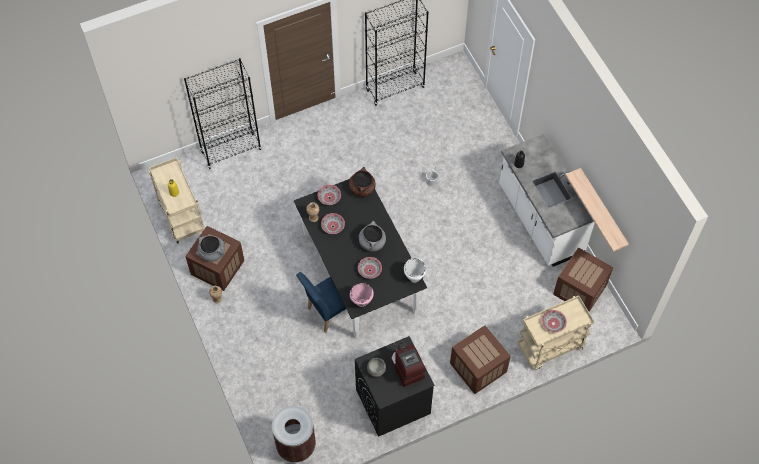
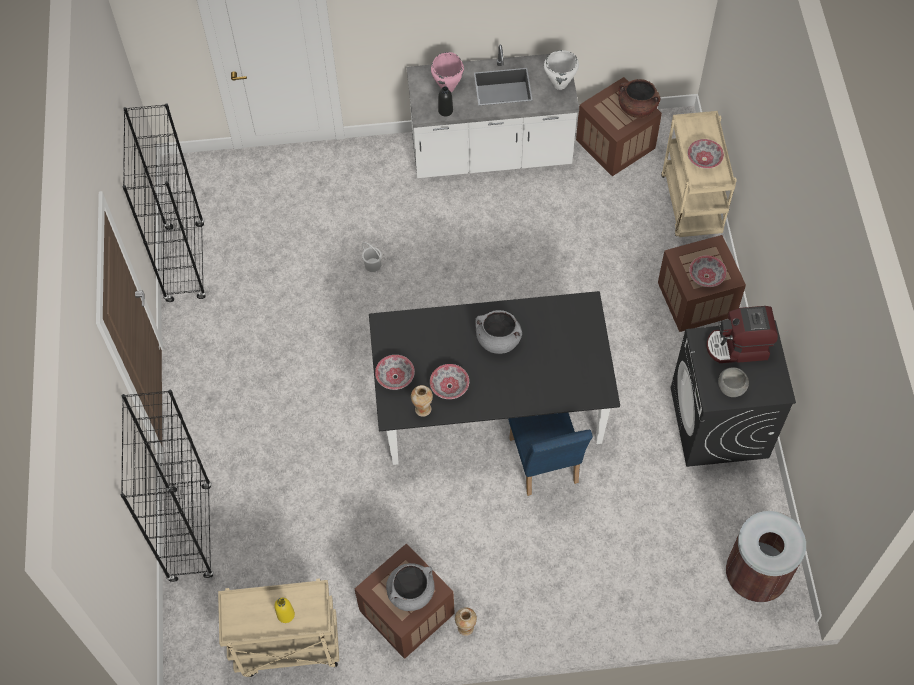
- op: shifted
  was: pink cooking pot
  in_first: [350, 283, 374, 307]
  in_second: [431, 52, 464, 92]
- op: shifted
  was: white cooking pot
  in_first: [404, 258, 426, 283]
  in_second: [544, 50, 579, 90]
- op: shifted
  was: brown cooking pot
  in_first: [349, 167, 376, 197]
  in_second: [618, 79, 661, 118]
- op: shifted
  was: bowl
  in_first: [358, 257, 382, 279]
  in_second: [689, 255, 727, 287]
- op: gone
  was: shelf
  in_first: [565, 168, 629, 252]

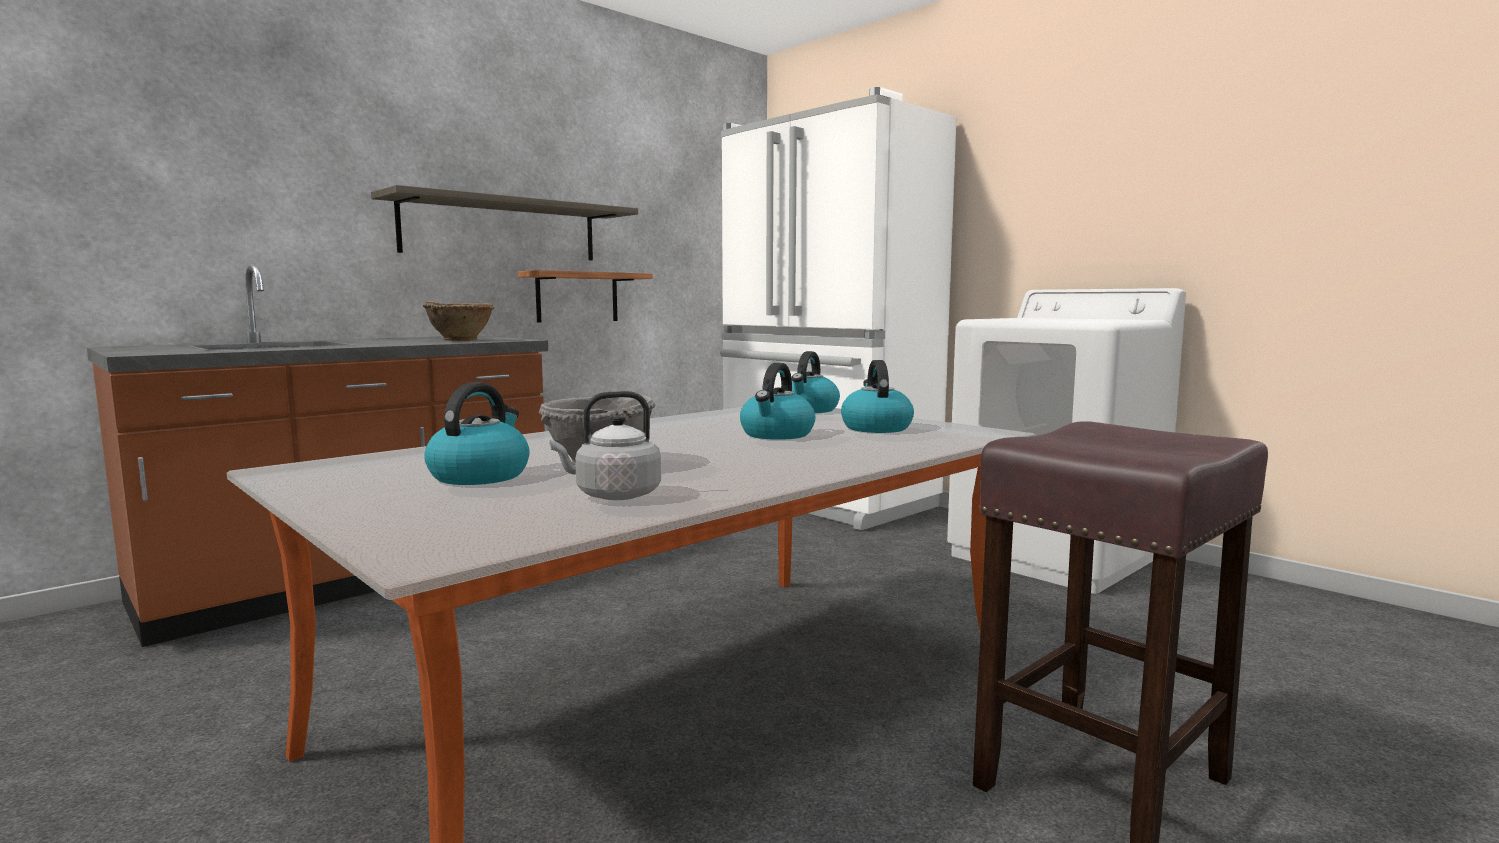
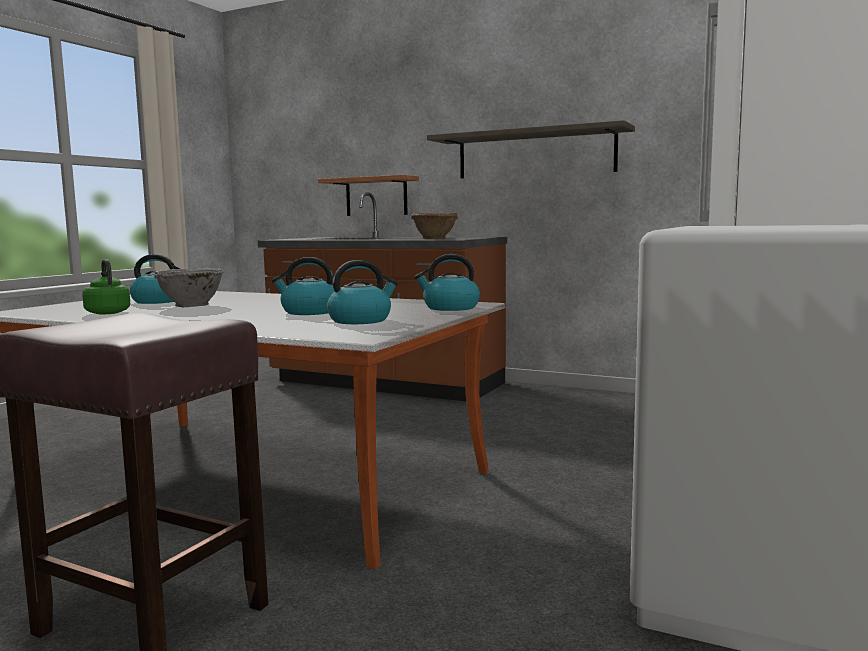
- op: repainted
  was: grey kettle
  now: green kettle
  in_first: [550, 391, 661, 500]
  in_second: [82, 259, 130, 315]
- op: shifted
  was: shelf
  in_first: [518, 270, 653, 322]
  in_second: [318, 175, 419, 216]

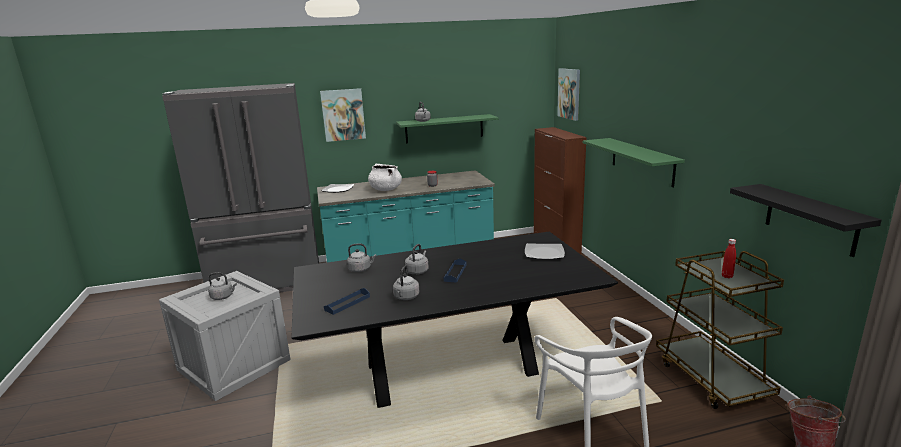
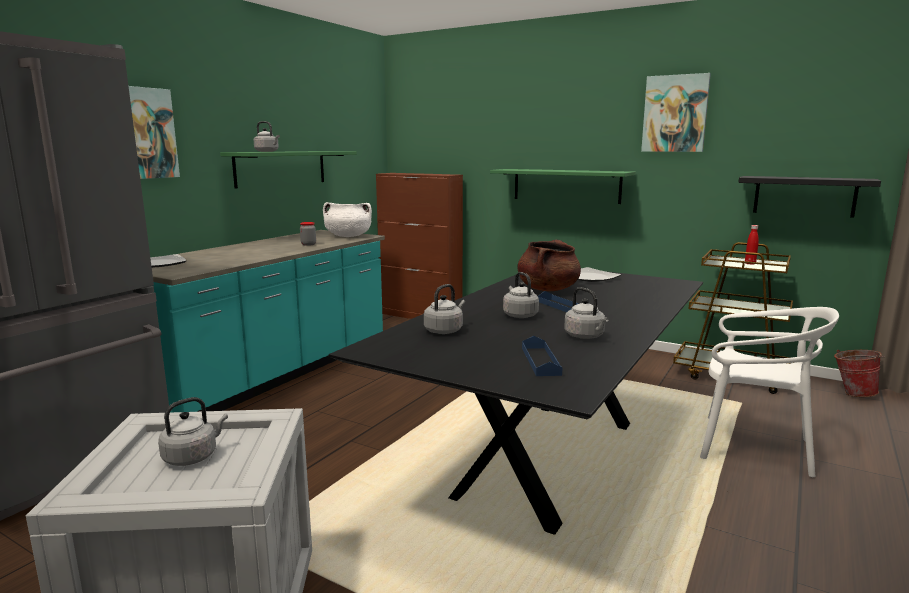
- op: shifted
  was: white cooking pot
  in_first: [368, 164, 402, 191]
  in_second: [323, 202, 372, 237]
- op: new
  now: brown cooking pot
  in_second: [517, 240, 581, 291]
- op: shifted
  was: picture
  in_first: [557, 68, 580, 121]
  in_second: [641, 73, 711, 152]

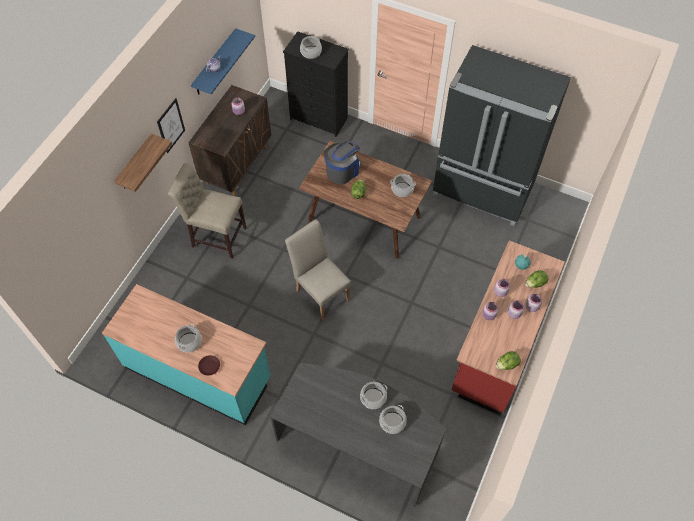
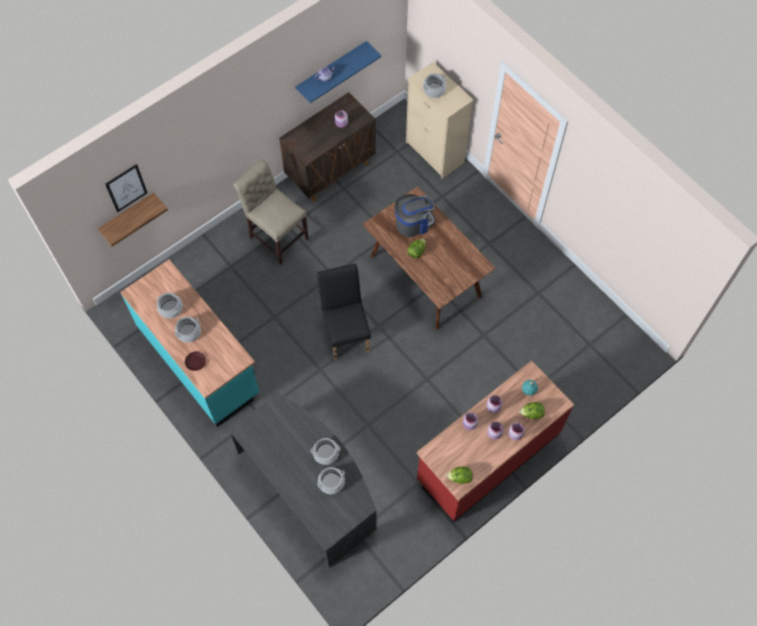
- op: shifted
  was: shelf
  in_first: [114, 133, 172, 192]
  in_second: [98, 192, 168, 247]
- op: shifted
  was: picture
  in_first: [157, 98, 185, 153]
  in_second: [105, 164, 148, 212]
- op: shifted
  was: cooking pot
  in_first: [390, 174, 416, 197]
  in_second: [157, 293, 183, 318]
- op: repainted
  was: beige chair
  now: black chair
  in_first: [285, 219, 351, 320]
  in_second: [317, 264, 371, 360]
- op: repainted
  was: black dresser
  now: beige dresser
  in_first: [283, 31, 349, 137]
  in_second: [406, 62, 474, 179]
- op: gone
  was: black fridge
  in_first: [433, 45, 571, 226]

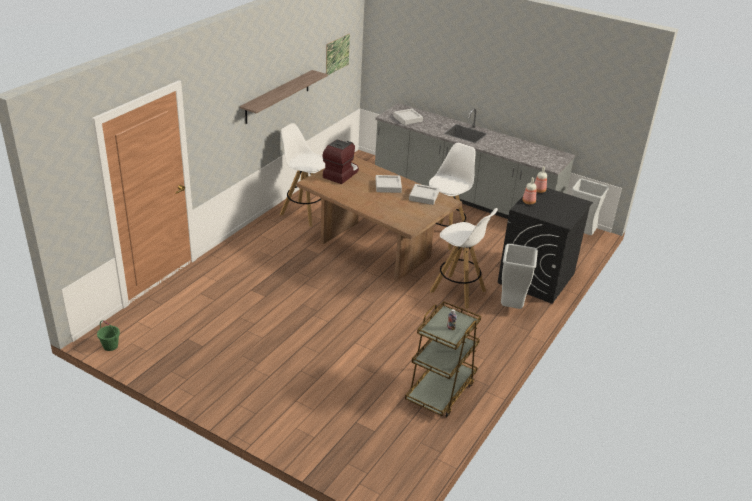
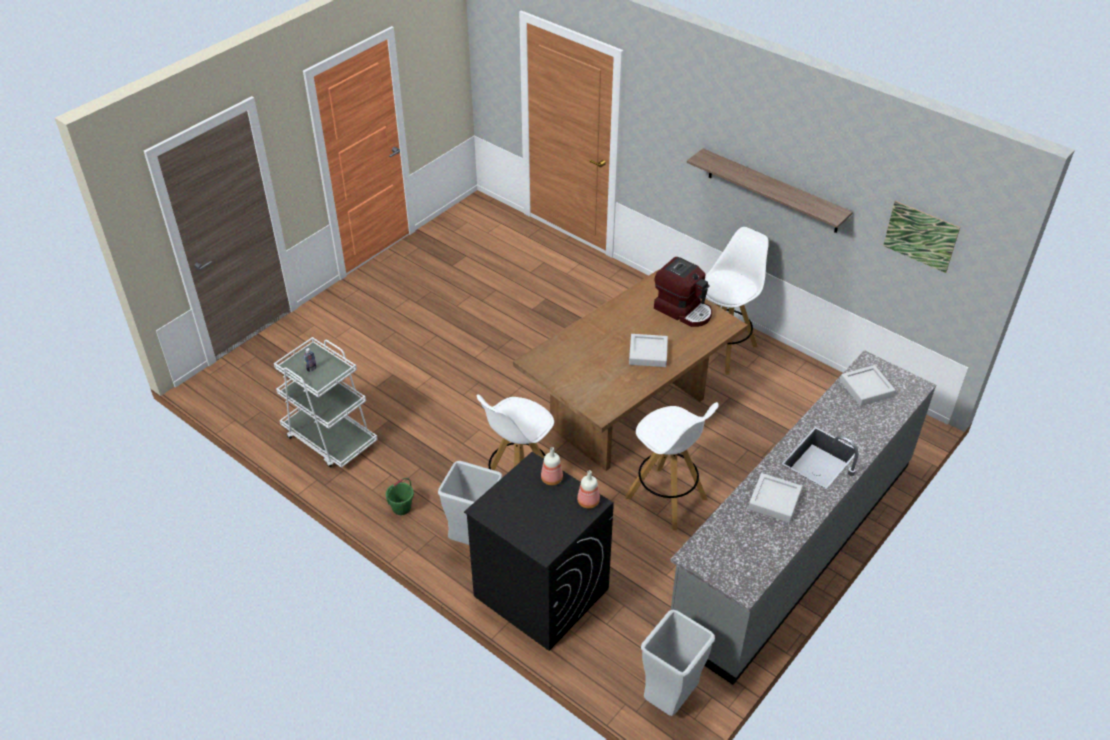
- op: repainted
  was: brown cart
  now: white cart
  in_first: [405, 301, 481, 417]
  in_second: [274, 337, 378, 468]
- op: shifted
  was: green bucket
  in_first: [97, 320, 120, 351]
  in_second: [386, 478, 414, 515]
- op: shifted
  was: grey tray
  in_first: [409, 184, 439, 205]
  in_second: [748, 473, 803, 523]

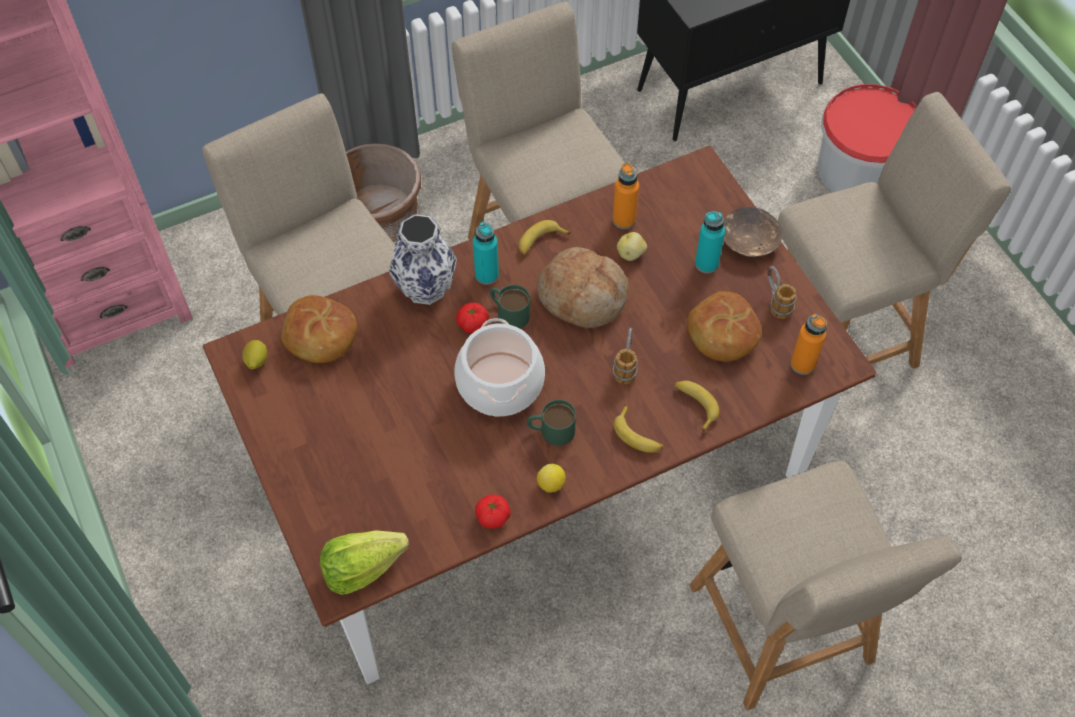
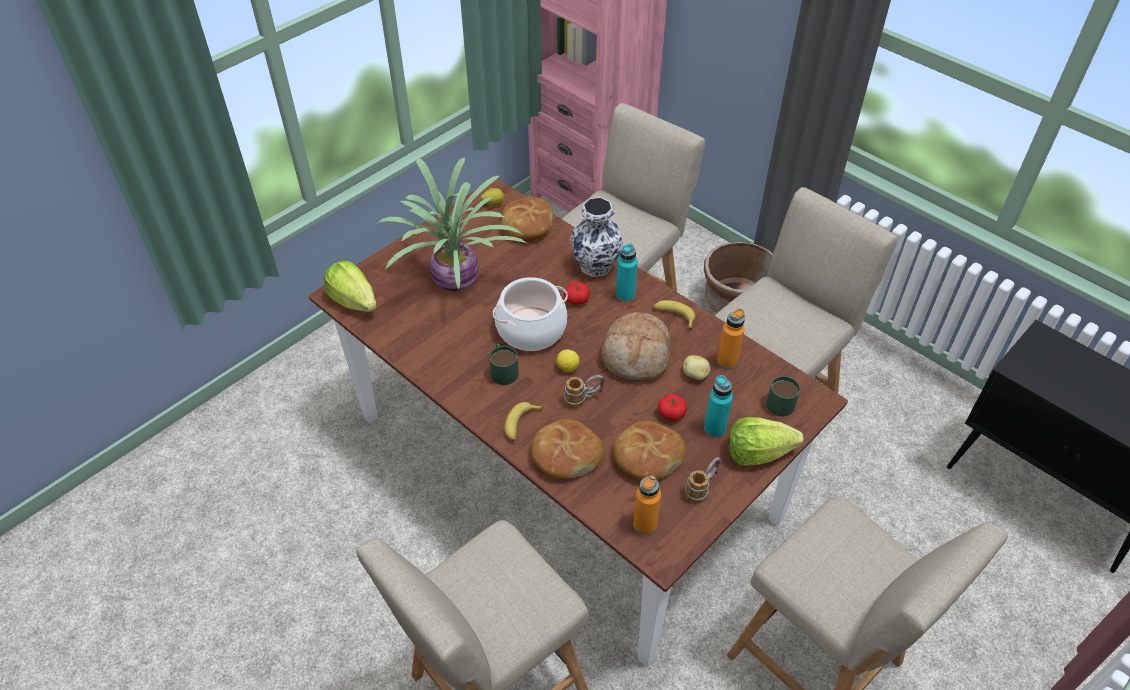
- op: new
  now: potted plant
  in_second: [376, 157, 527, 292]
- op: swapped
  was: banana
  now: bread
  in_first: [675, 381, 719, 432]
  in_second: [531, 419, 604, 479]
- op: shifted
  was: lemon
  in_first: [537, 464, 566, 493]
  in_second: [556, 350, 580, 372]
- op: shifted
  was: tomato
  in_first: [475, 495, 511, 529]
  in_second: [658, 394, 687, 421]
- op: swapped
  was: brown bowl
  now: lettuce
  in_first: [724, 207, 782, 257]
  in_second: [728, 417, 804, 466]
- op: shifted
  was: green mug
  in_first: [490, 285, 530, 328]
  in_second: [766, 373, 800, 416]
- op: gone
  was: bucket
  in_first: [817, 84, 917, 192]

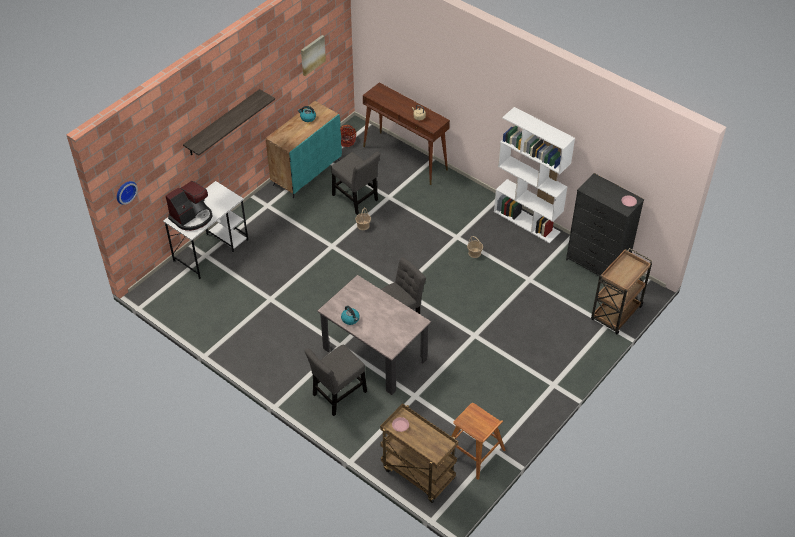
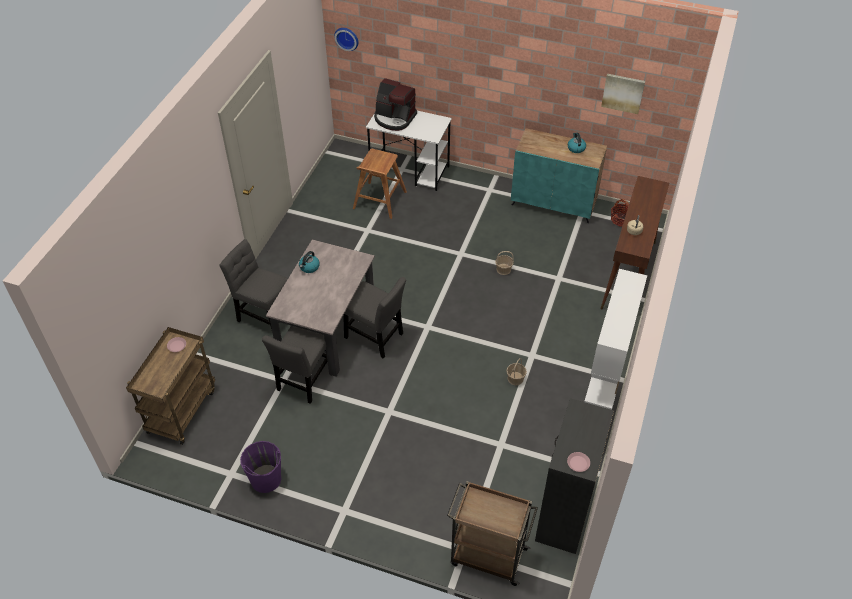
- op: new
  now: purple bucket
  in_second: [240, 441, 281, 493]
- op: shifted
  was: grey chair
  in_first: [331, 151, 380, 215]
  in_second: [262, 326, 327, 404]
- op: shifted
  was: brown stool
  in_first: [451, 403, 505, 480]
  in_second: [353, 149, 407, 219]
- op: gone
  was: shelf
  in_first: [183, 89, 275, 155]

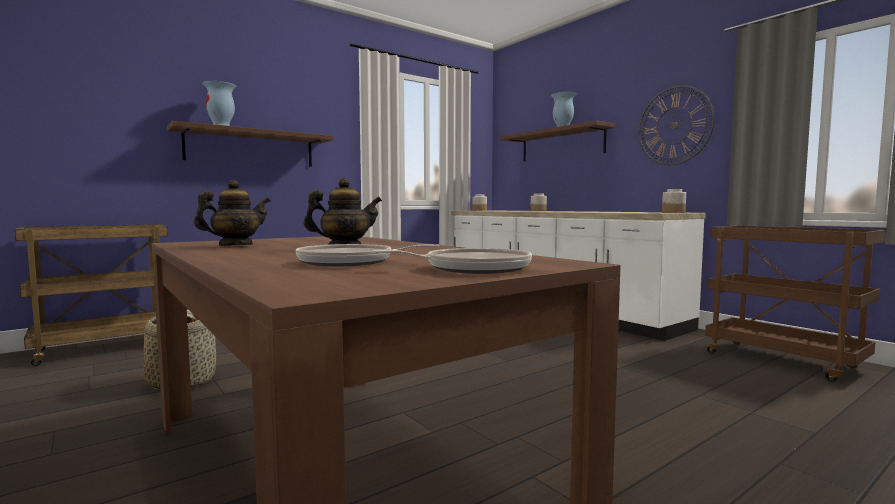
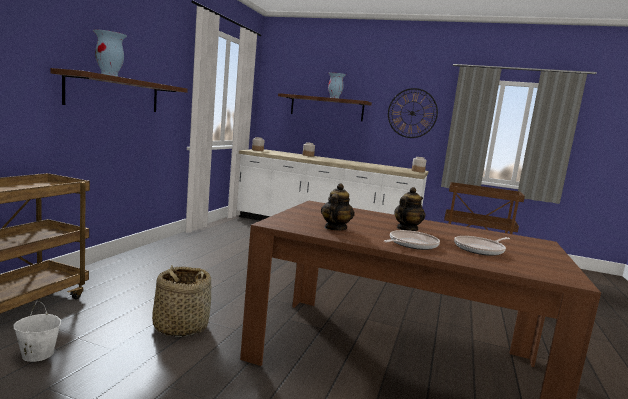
- op: new
  now: white bucket
  in_second: [13, 301, 61, 362]
- op: shifted
  was: frying pan
  in_first: [373, 248, 532, 274]
  in_second: [384, 230, 440, 250]

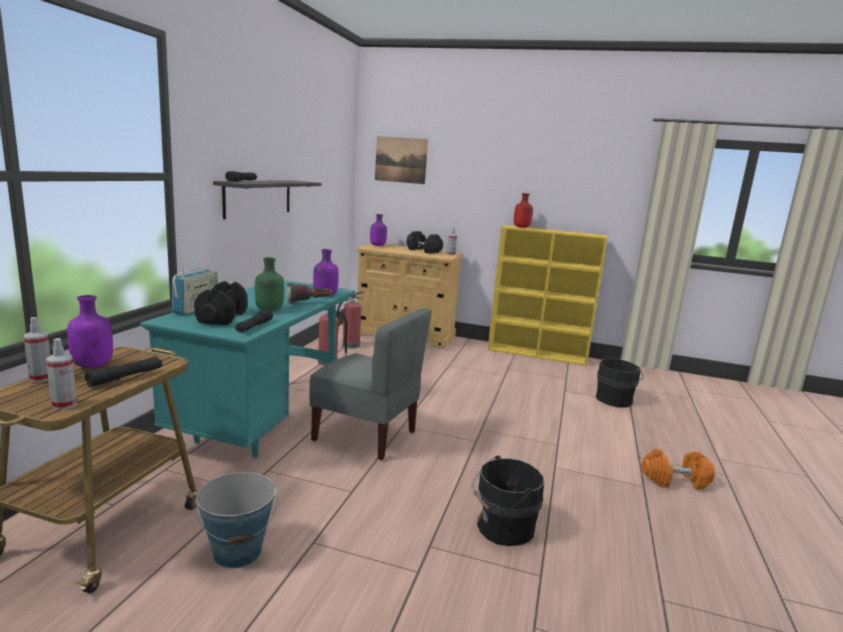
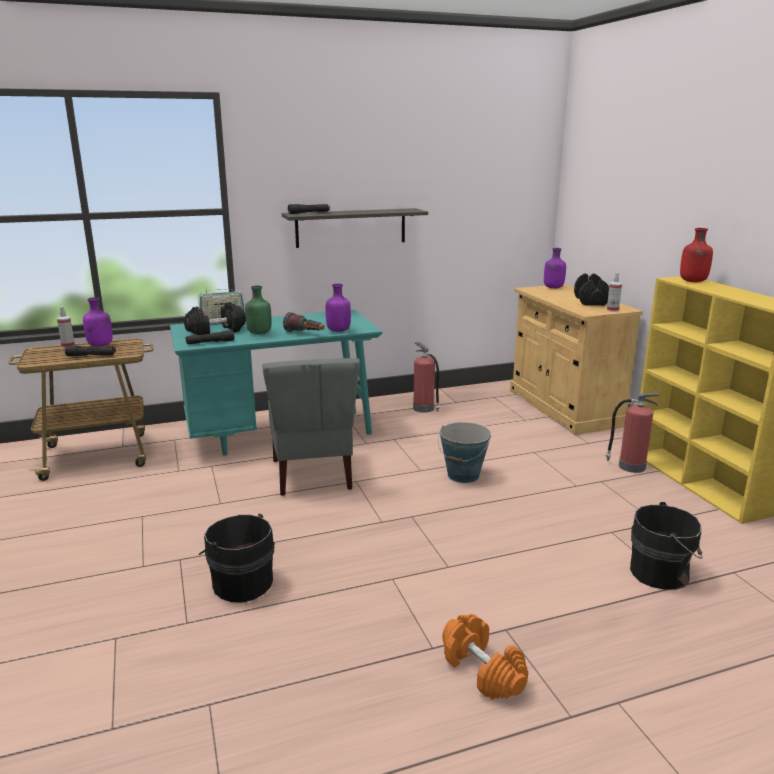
- op: shifted
  was: bucket
  in_first: [195, 472, 278, 569]
  in_second: [438, 422, 491, 483]
- op: shifted
  was: fire extinguisher
  in_first: [337, 291, 364, 349]
  in_second: [606, 393, 660, 473]
- op: gone
  was: spray bottle
  in_first: [46, 338, 77, 410]
- op: gone
  was: picture
  in_first: [375, 136, 428, 184]

